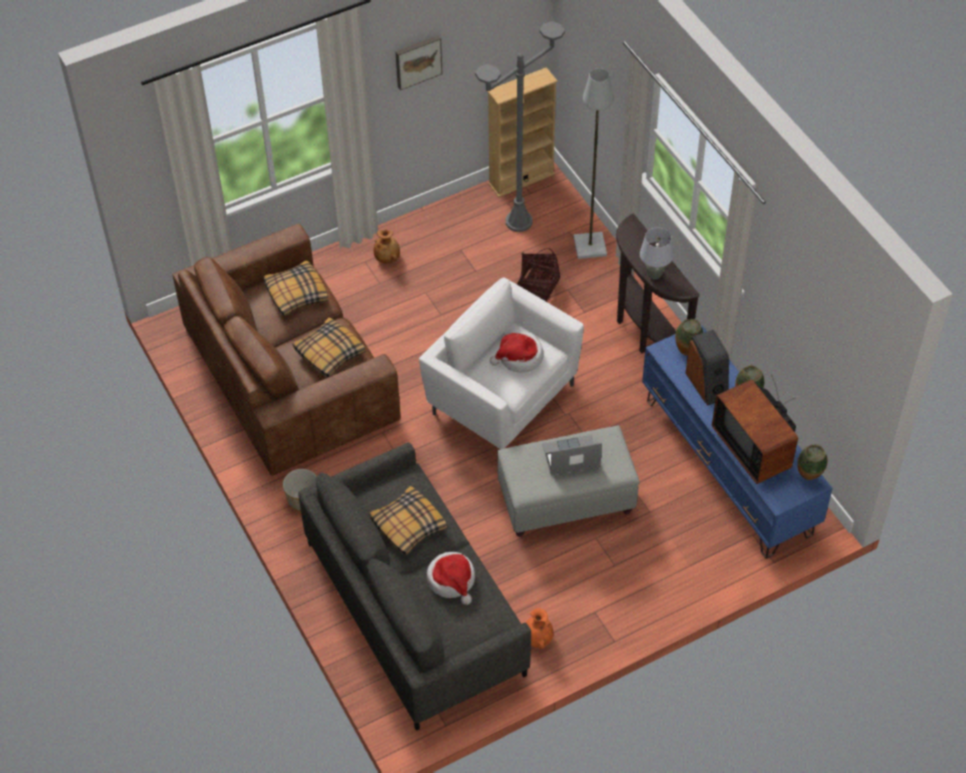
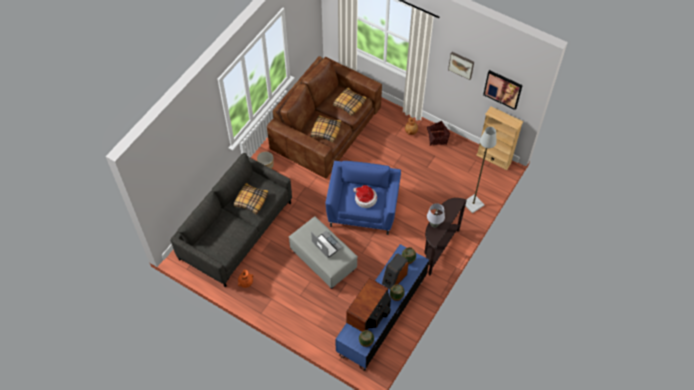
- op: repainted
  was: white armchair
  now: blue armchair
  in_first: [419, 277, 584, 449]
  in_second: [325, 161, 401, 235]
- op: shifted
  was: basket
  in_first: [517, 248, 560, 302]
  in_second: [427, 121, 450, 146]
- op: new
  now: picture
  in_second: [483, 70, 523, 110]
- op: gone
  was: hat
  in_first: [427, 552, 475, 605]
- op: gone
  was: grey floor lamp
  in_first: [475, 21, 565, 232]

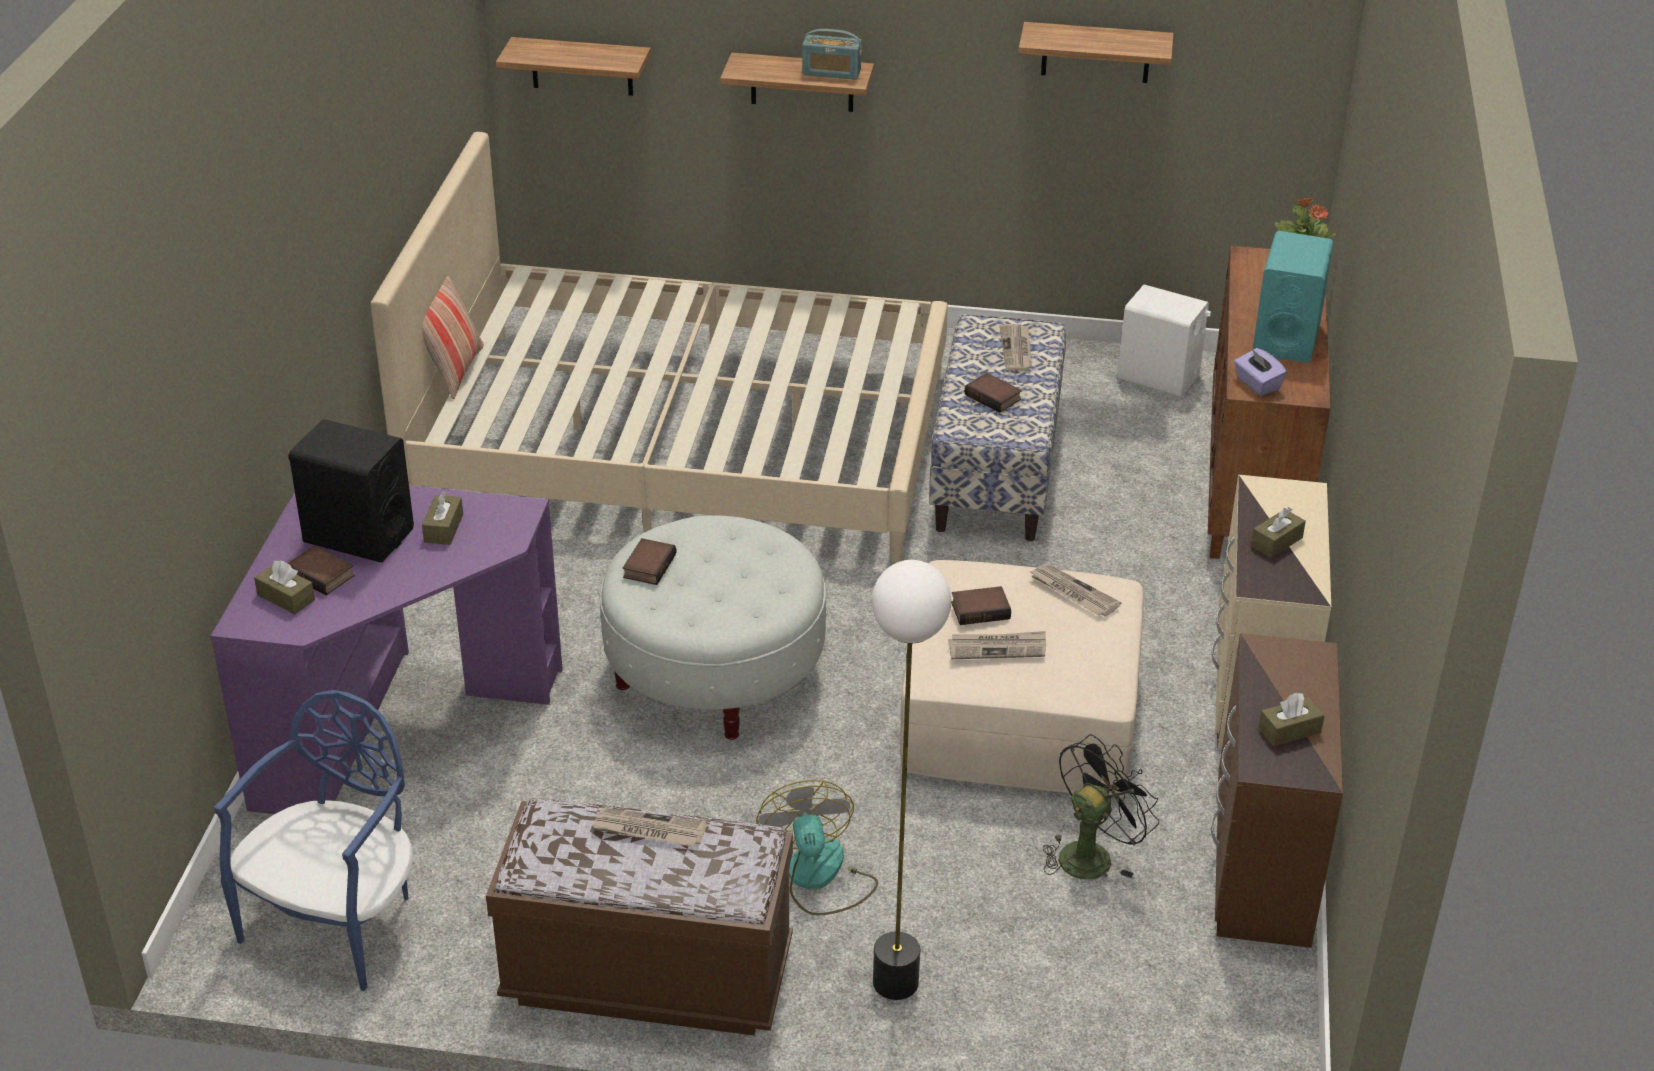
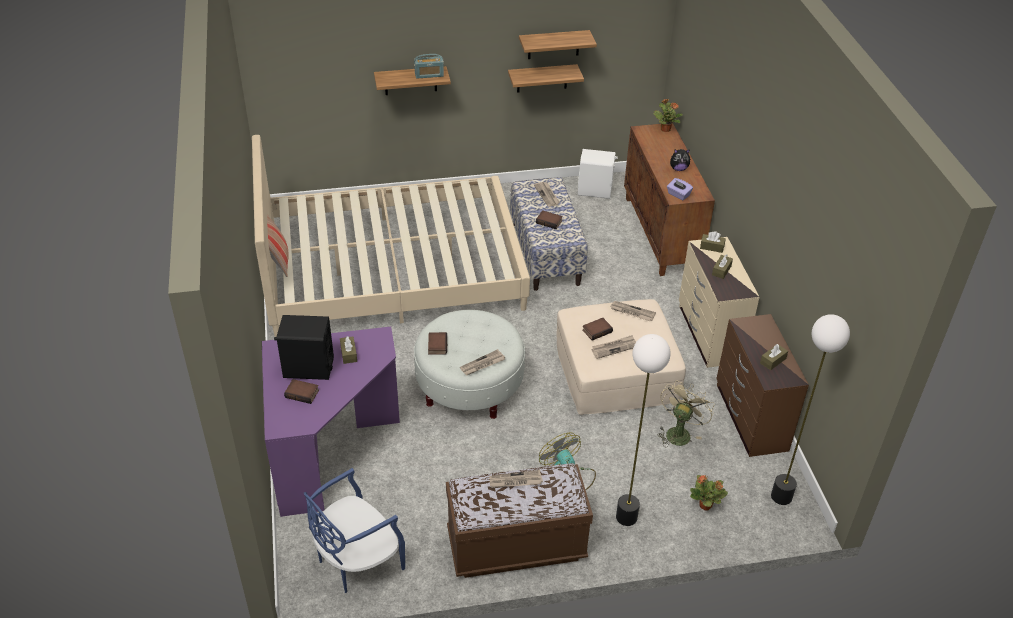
- op: rotated
  was: blue chair
  in_first: [214, 690, 413, 991]
  in_second: [304, 468, 405, 593]
  clockwise: -135
- op: new
  now: newspaper
  in_second: [460, 349, 505, 375]
- op: shifted
  was: shelf
  in_first: [496, 37, 651, 96]
  in_second: [508, 64, 584, 93]
- op: repainted
  was: black fan
  now: beige fan
  in_first: [1043, 734, 1159, 880]
  in_second: [657, 381, 715, 447]
- op: swapped
  was: turquoise speaker
  now: plush toy
  in_first: [1253, 231, 1334, 363]
  in_second: [670, 149, 690, 171]
- op: new
  now: potted plant
  in_second: [690, 475, 728, 510]
- op: shifted
  was: brown tissue box
  in_first: [254, 560, 315, 614]
  in_second: [700, 231, 726, 253]
- op: new
  now: floor lamp
  in_second: [771, 314, 850, 505]

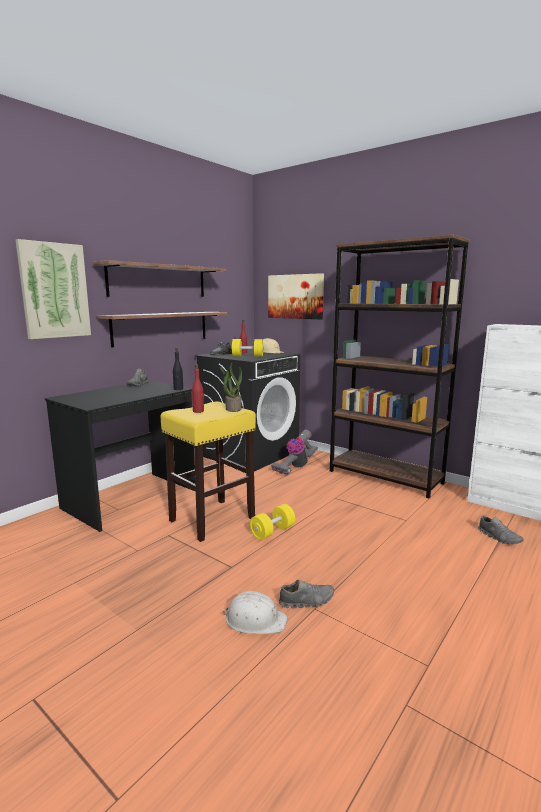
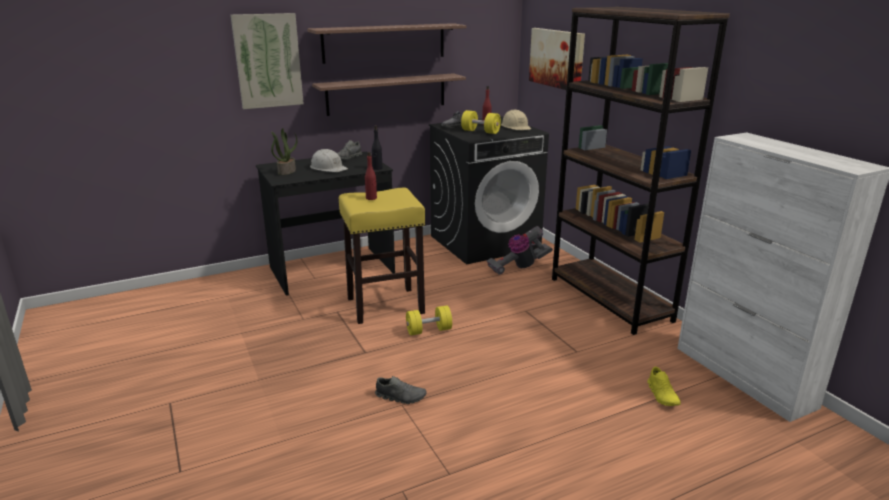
- op: shifted
  was: potted plant
  in_first: [219, 363, 242, 412]
  in_second: [271, 128, 298, 175]
- op: shifted
  was: white hard hat
  in_first: [222, 591, 287, 634]
  in_second: [310, 149, 348, 172]
- op: repainted
  was: grey shoe
  now: yellow shoe
  in_first: [478, 515, 524, 544]
  in_second: [647, 366, 680, 406]

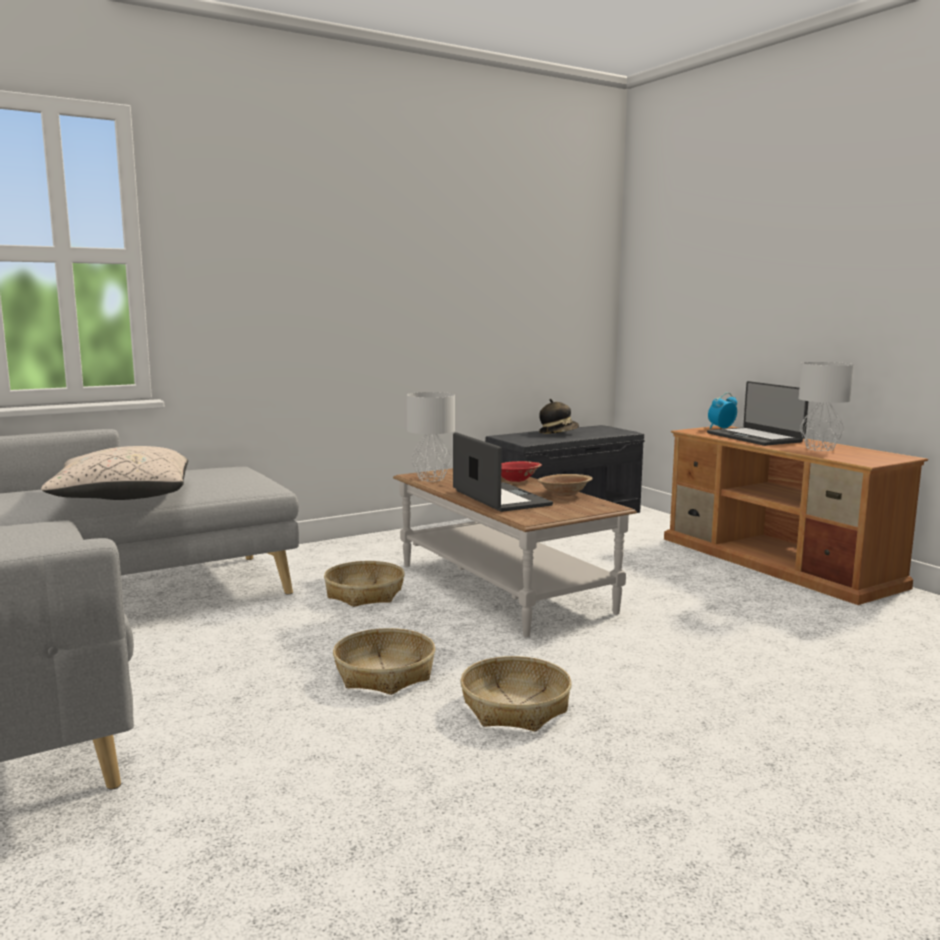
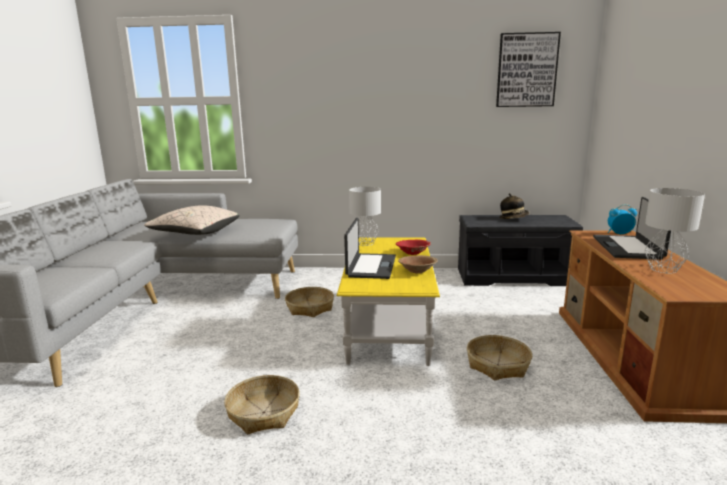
- op: repainted
  was: brown coffee table
  now: yellow coffee table
  in_first: [393, 468, 637, 637]
  in_second: [337, 237, 440, 366]
- op: shifted
  was: basket
  in_first: [333, 628, 435, 695]
  in_second: [467, 335, 532, 380]
- op: new
  now: picture
  in_second: [496, 32, 561, 107]

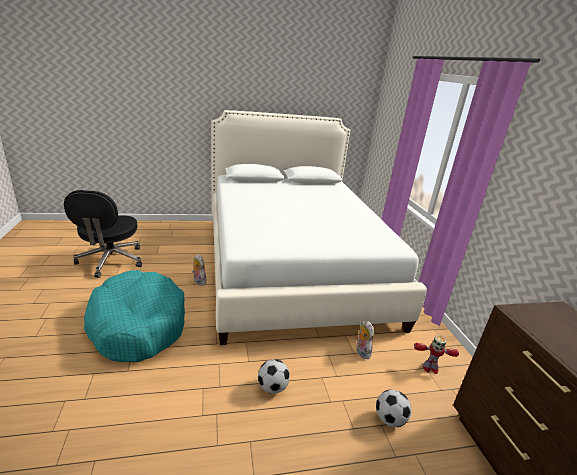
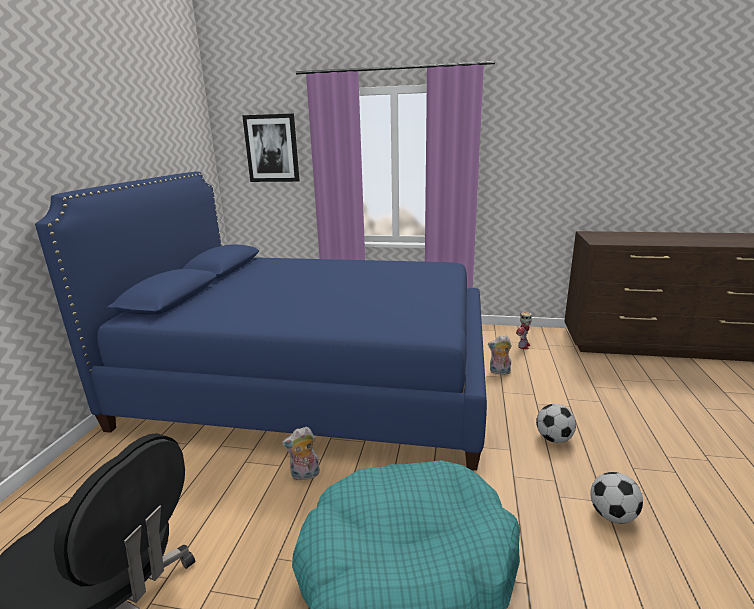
- op: repainted
  was: white bed
  now: blue bed
  in_first: [211, 110, 427, 345]
  in_second: [35, 172, 487, 470]
- op: new
  now: picture
  in_second: [242, 114, 300, 182]
- op: shifted
  was: football
  in_first: [376, 389, 412, 427]
  in_second: [591, 472, 643, 523]

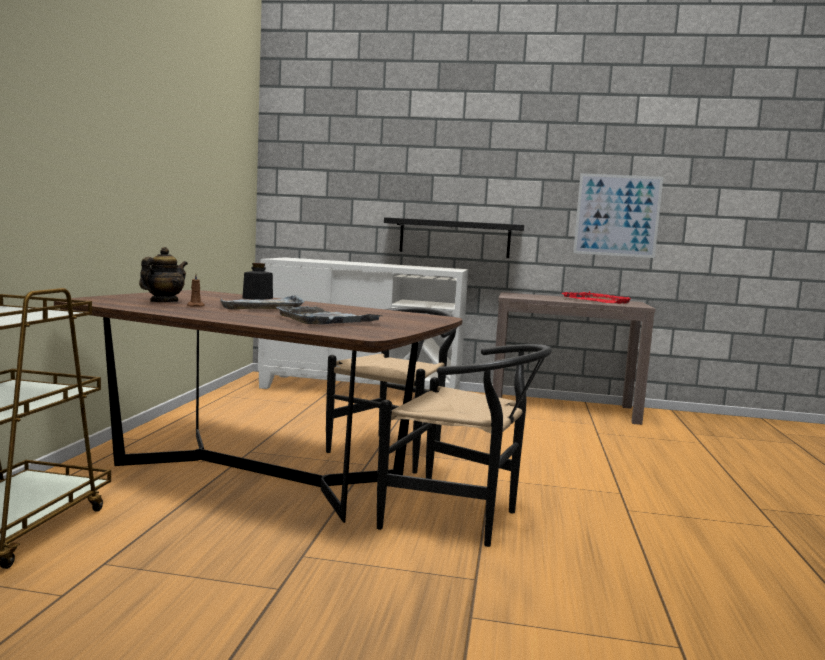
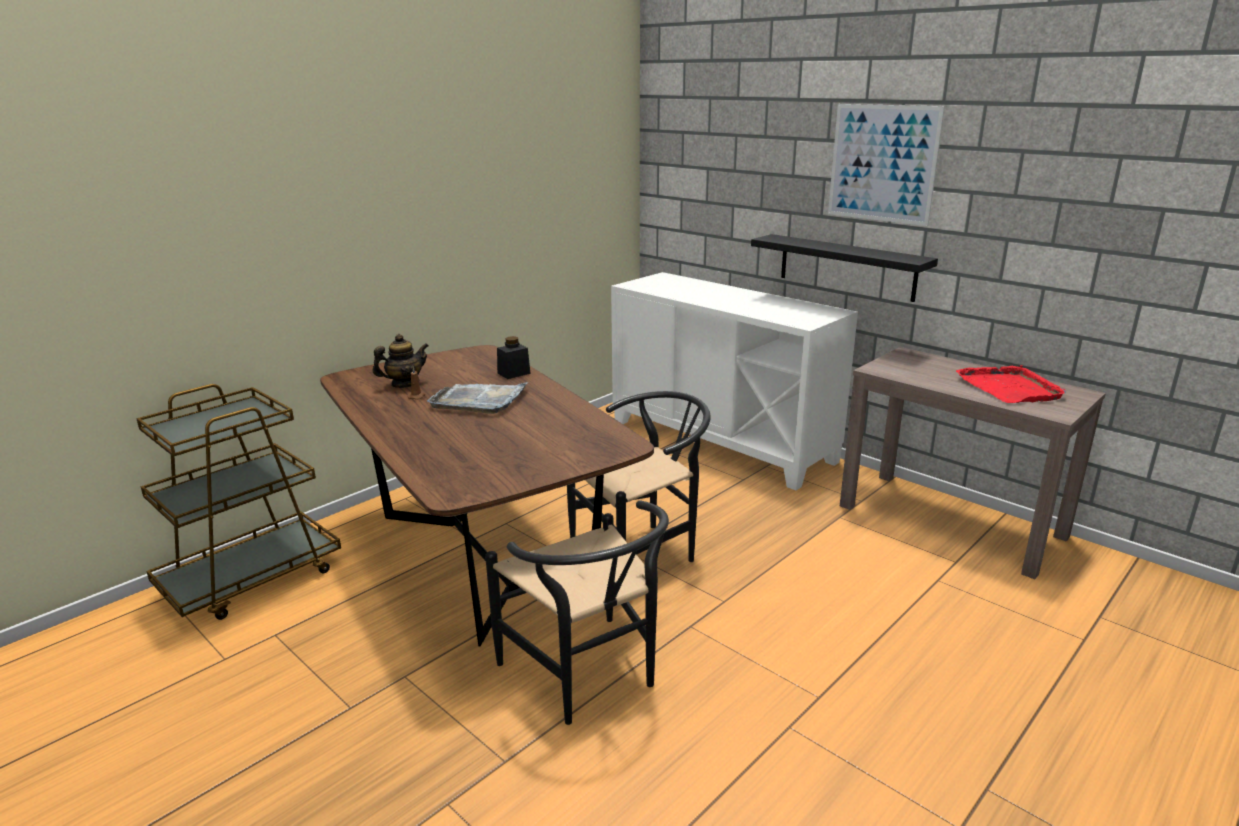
- op: shifted
  was: picture
  in_first: [573, 173, 663, 258]
  in_second: [828, 104, 945, 226]
- op: gone
  was: grey tray
  in_first: [276, 306, 383, 324]

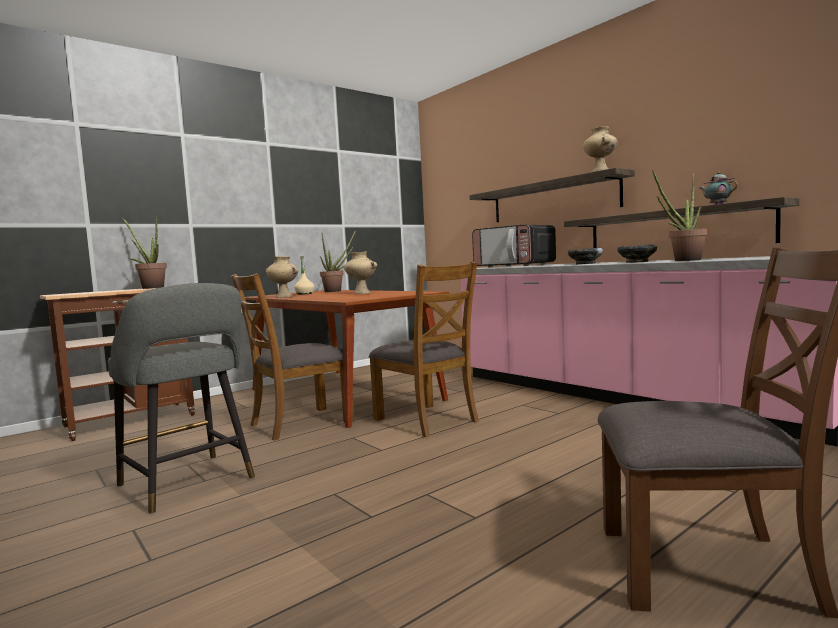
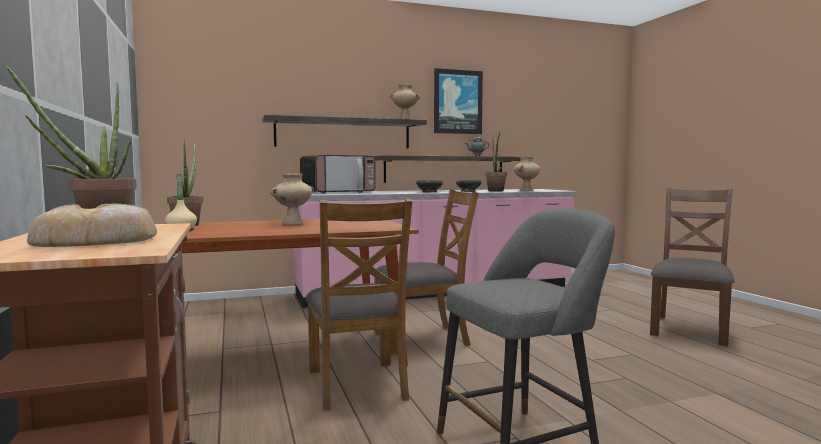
- op: new
  now: bread
  in_second: [27, 204, 157, 247]
- op: new
  now: picture
  in_second: [434, 68, 483, 134]
- op: shifted
  was: beige vase
  in_first: [266, 256, 298, 298]
  in_second: [514, 157, 540, 191]

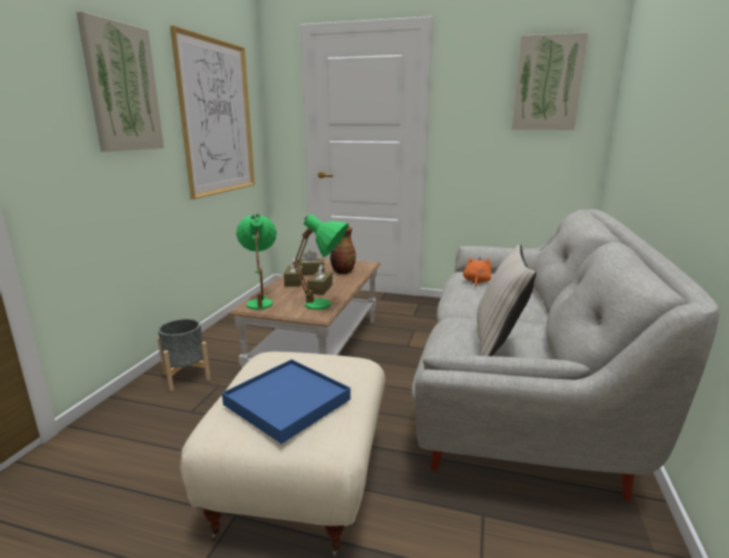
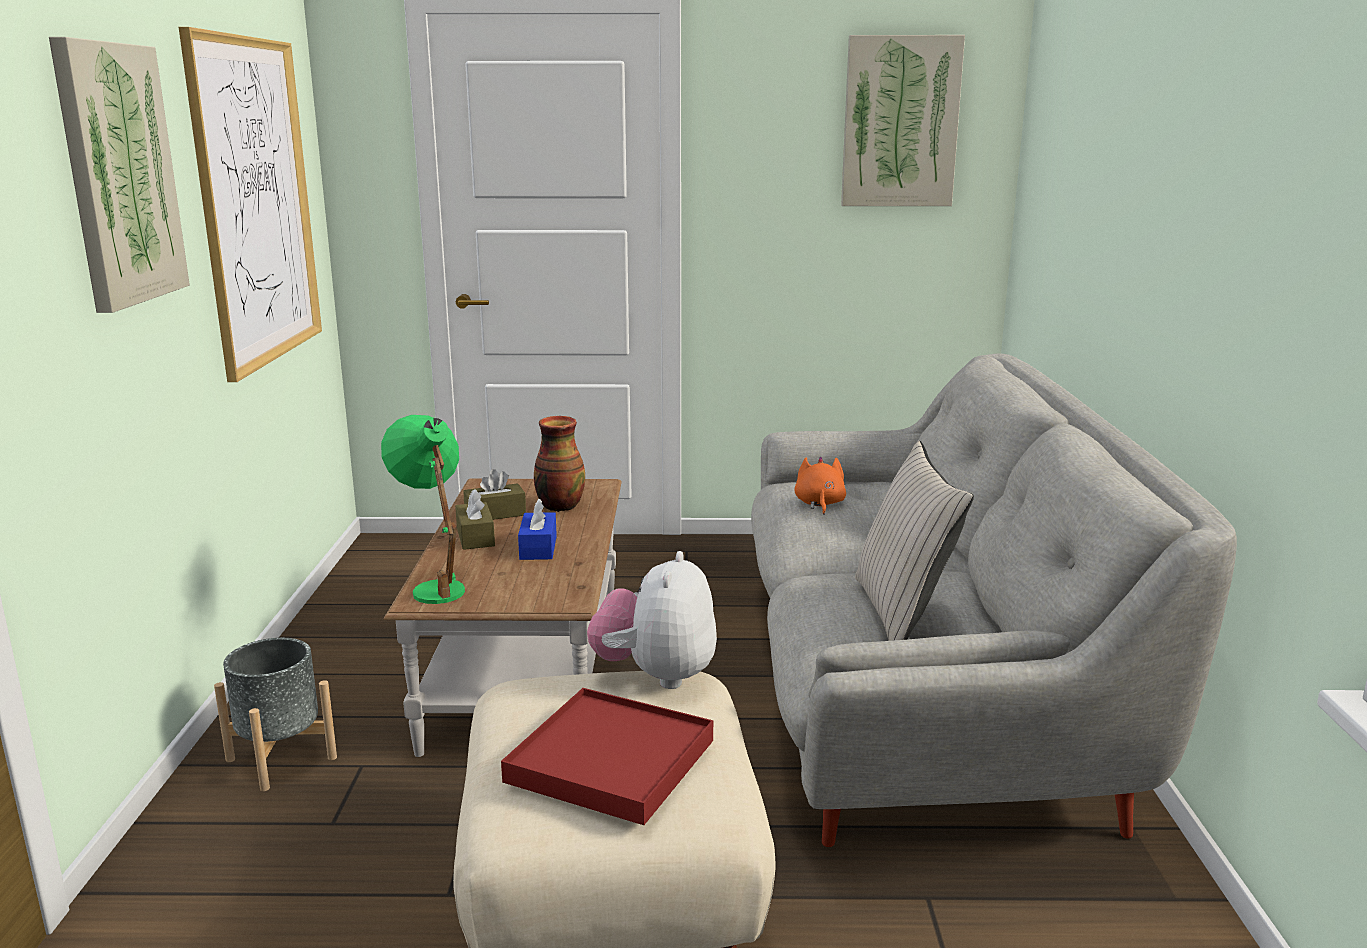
- op: repainted
  was: blue tray
  now: red tray
  in_first: [222, 359, 351, 444]
  in_second: [501, 688, 713, 825]
- op: repainted
  was: brown tissue box
  now: blue tissue box
  in_first: [307, 264, 333, 295]
  in_second: [518, 499, 557, 560]
- op: new
  now: plush toy
  in_second: [587, 551, 717, 689]
- op: gone
  was: green table lamp
  in_first: [293, 214, 349, 310]

